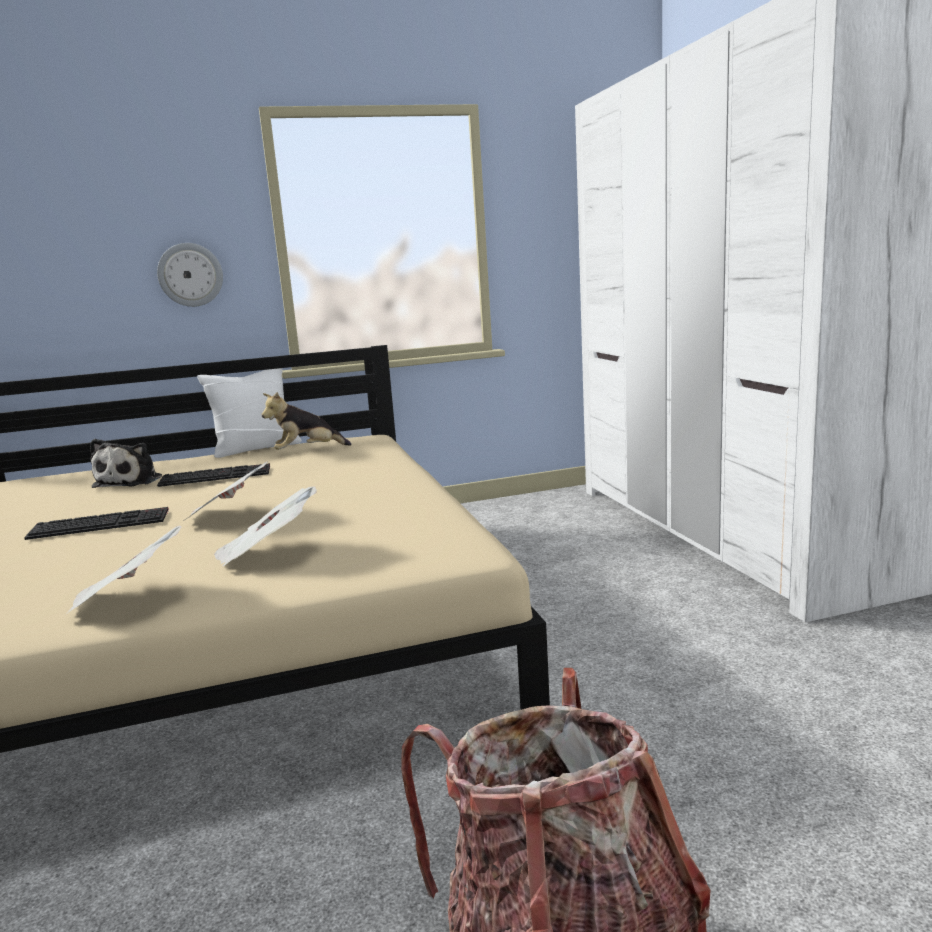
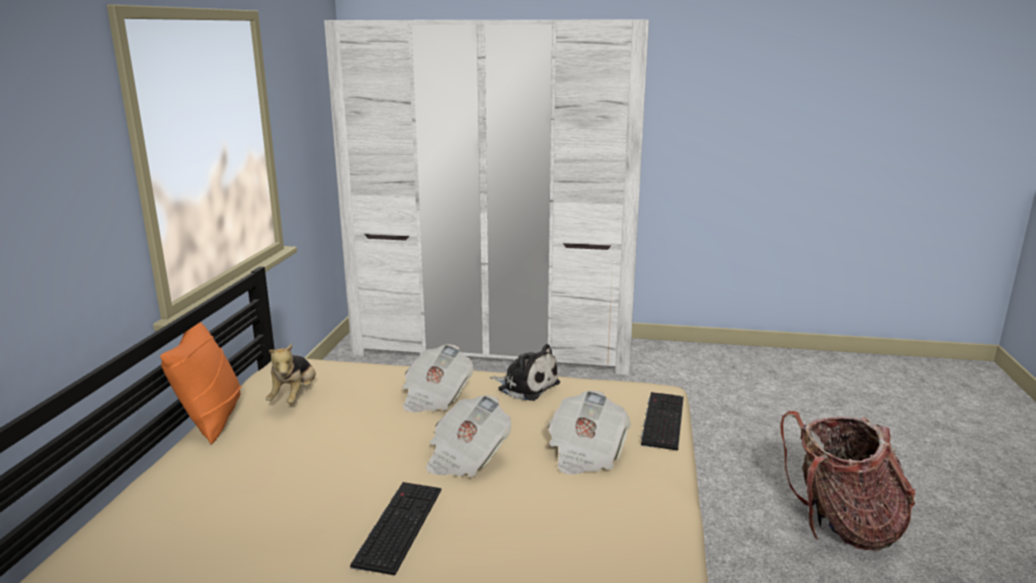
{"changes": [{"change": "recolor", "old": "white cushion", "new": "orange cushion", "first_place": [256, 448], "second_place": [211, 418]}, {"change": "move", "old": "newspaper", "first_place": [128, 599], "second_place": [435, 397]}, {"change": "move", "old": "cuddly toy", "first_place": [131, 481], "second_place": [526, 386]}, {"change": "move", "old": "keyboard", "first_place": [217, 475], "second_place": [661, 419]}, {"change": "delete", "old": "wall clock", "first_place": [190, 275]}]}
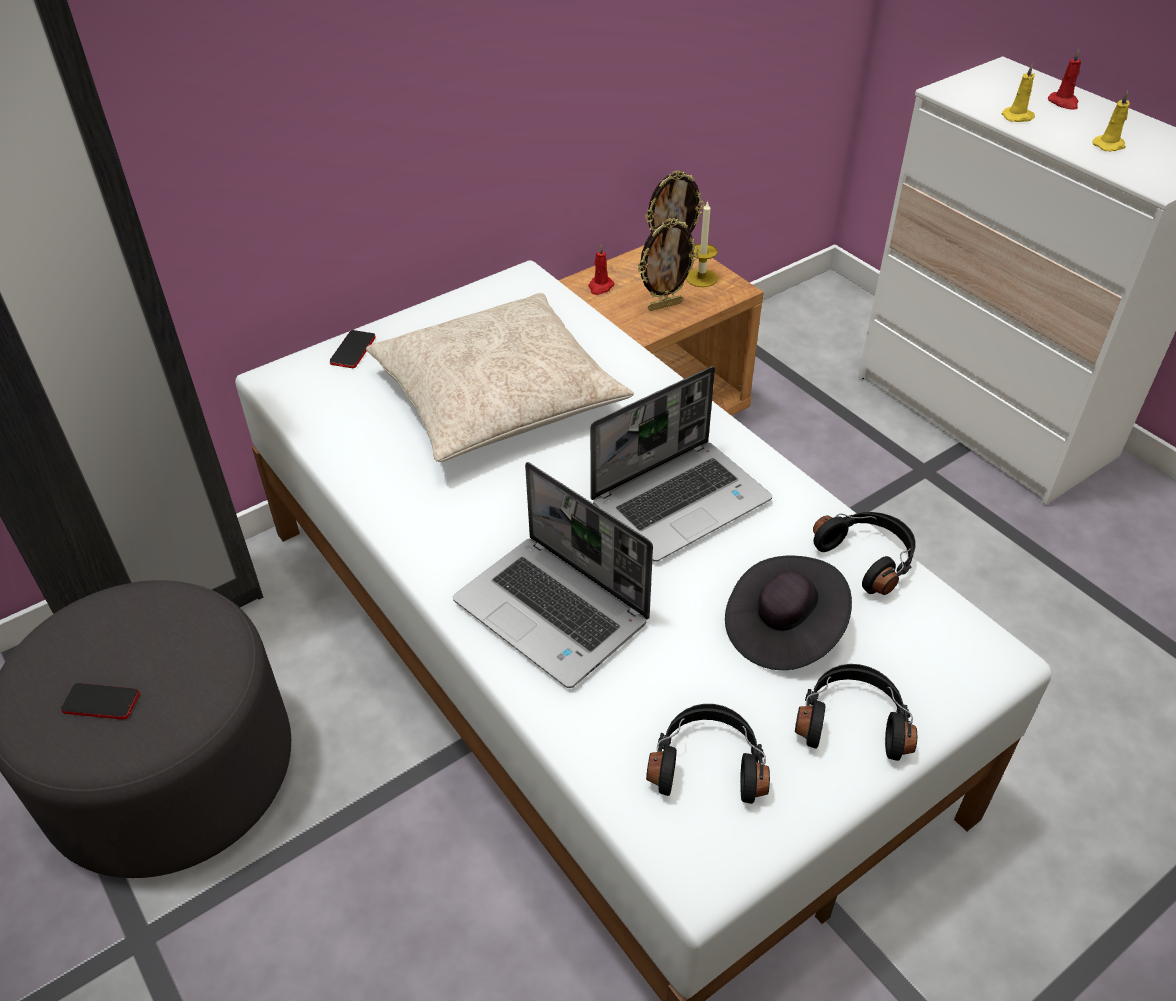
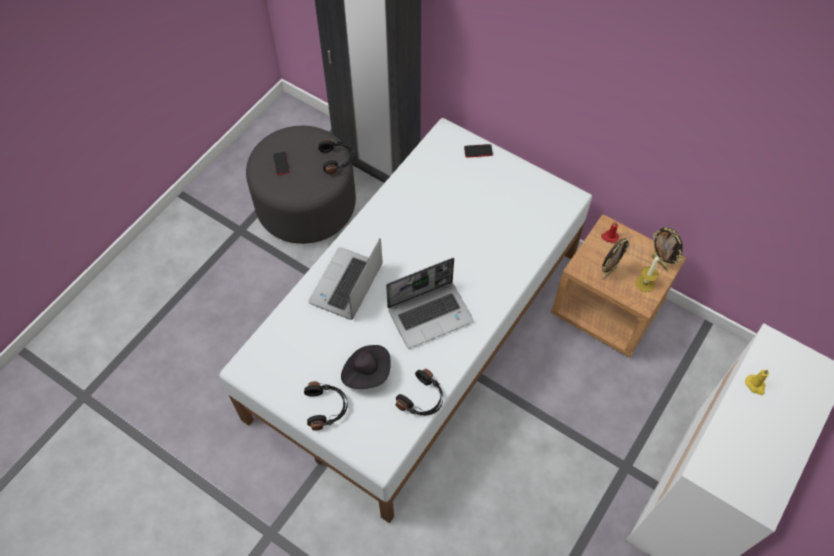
{"changes": [{"change": "move", "old": "blackish headphones", "first_place": [707, 763], "second_place": [337, 159]}, {"change": "rotate", "old": "laptop", "first_place": [681, 500], "second_place": [430, 314], "degrees": -60}, {"change": "rotate", "old": "standing frame", "first_place": [664, 305], "second_place": [608, 272], "degrees": -90}, {"change": "delete", "old": "beige-coloured cushion", "first_place": [497, 396]}, {"change": "delete", "old": "reddish wax light", "first_place": [1063, 103]}, {"change": "delete", "old": "yellow wax light", "first_place": [1109, 145]}]}
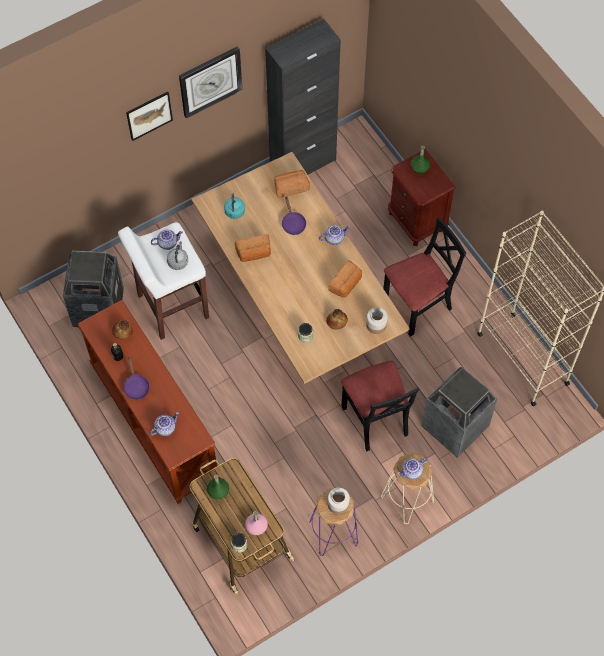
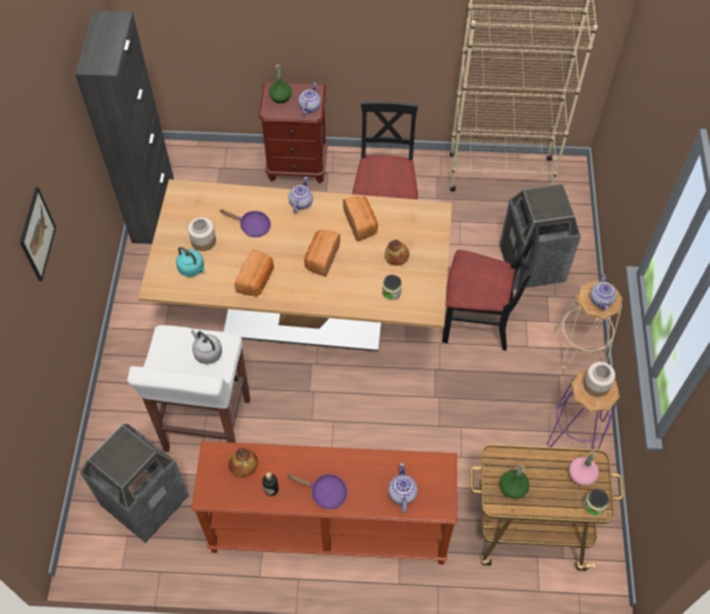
{"changes": [{"change": "move", "old": "storage jar", "first_place": [376, 325], "second_place": [203, 241]}, {"change": "move", "old": "tea pot", "first_place": [167, 243], "second_place": [309, 107]}, {"change": "move", "old": "baked bread", "first_place": [291, 187], "second_place": [321, 258]}, {"change": "delete", "old": "wall clock", "first_place": [210, 81]}]}
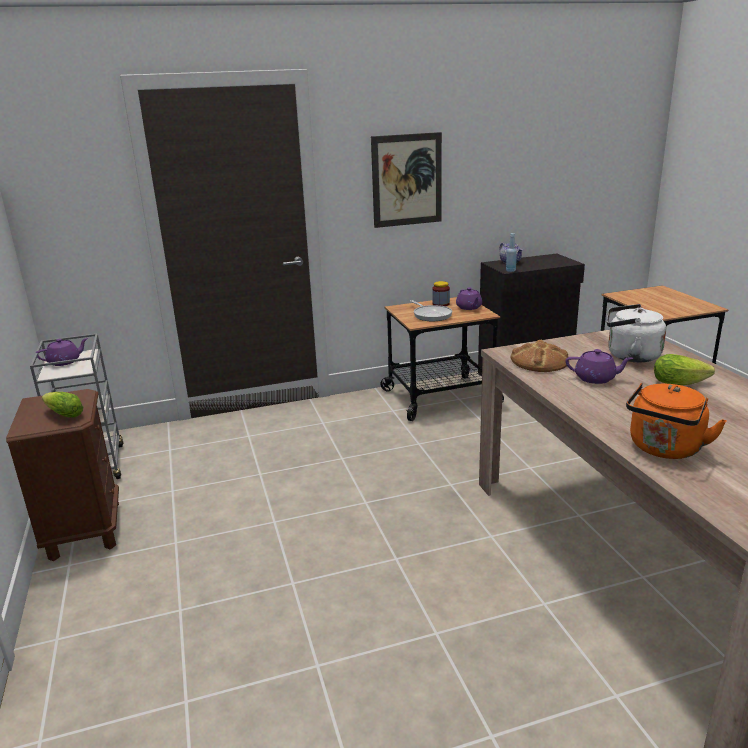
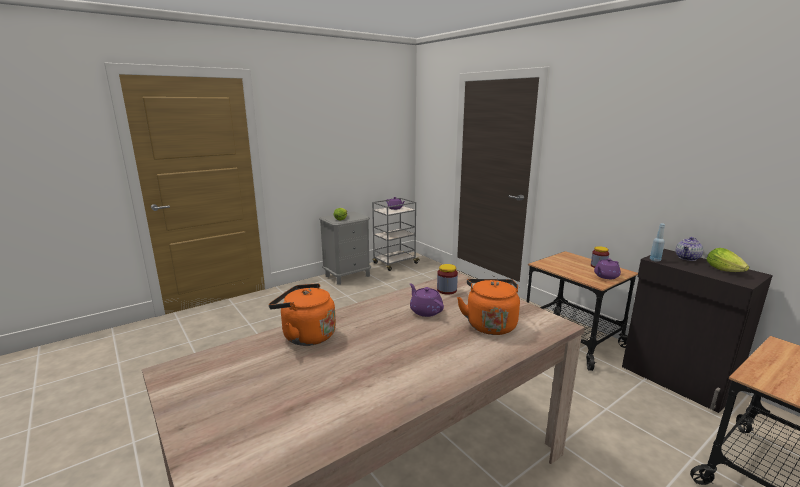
{"changes": [{"change": "recolor", "old": "brown bedside table", "new": "gray bedside table", "first_place": [84, 530], "second_place": [347, 276]}, {"change": "rotate", "old": "purple-coloured tea pot", "first_place": [596, 378], "second_place": [425, 311], "degrees": 150}, {"change": "replace", "old": "baked bread", "new": "storage jar", "first_place": [539, 361], "second_place": [446, 290]}, {"change": "recolor", "old": "white tea kettle", "new": "orange tea kettle", "first_place": [629, 356], "second_place": [490, 324]}, {"change": "move", "old": "head of lettuce", "first_place": [682, 382], "second_place": [726, 270]}, {"change": "delete", "old": "wall art", "first_place": [407, 180]}, {"change": "delete", "old": "frying pan", "first_place": [431, 315]}]}
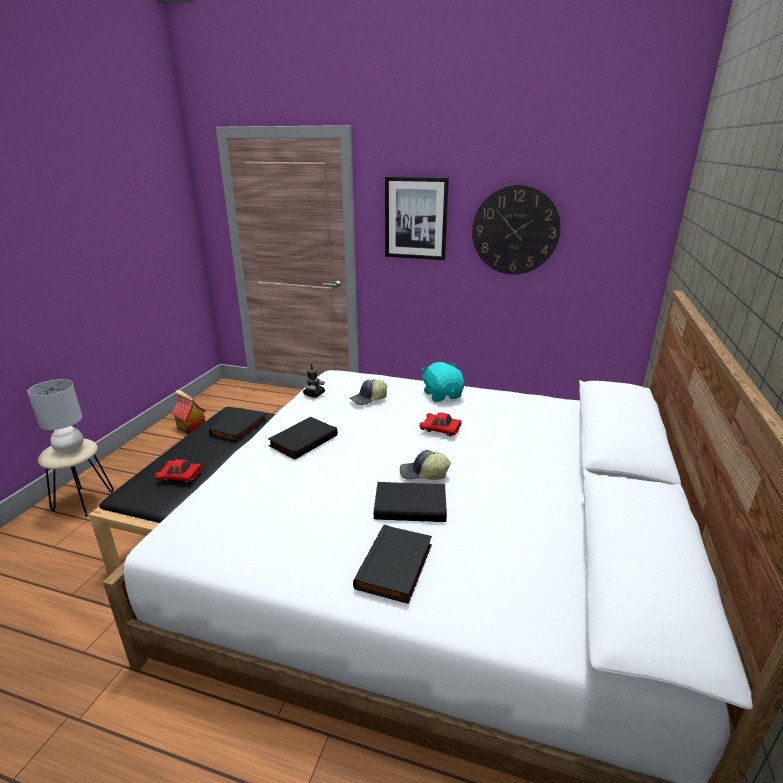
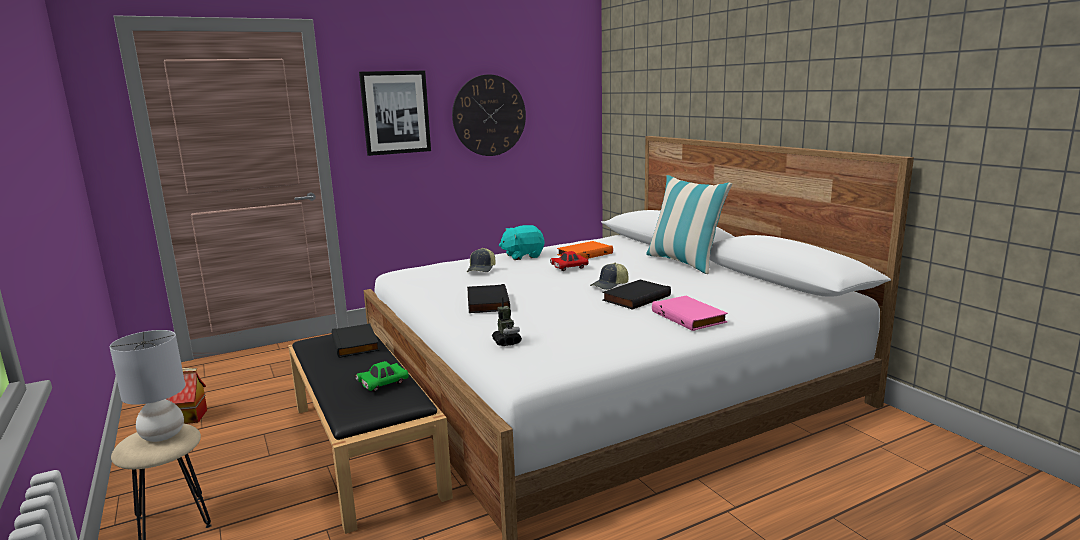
{"changes": [{"change": "recolor", "old": "reddish toy car", "new": "greenish toy car", "first_place": [180, 477], "second_place": [383, 384]}, {"change": "move", "old": "model robot", "first_place": [314, 394], "second_place": [506, 342]}, {"change": "rotate", "old": "turquoise-coloured cuddly toy", "first_place": [442, 395], "second_place": [522, 256], "degrees": -45}, {"change": "insert", "new": "orange book", "second_place": [584, 254]}, {"change": "insert", "new": "cushion", "second_place": [684, 262]}, {"change": "recolor", "old": "blackish book", "new": "pink-coloured book", "first_place": [396, 567], "second_place": [690, 317]}]}
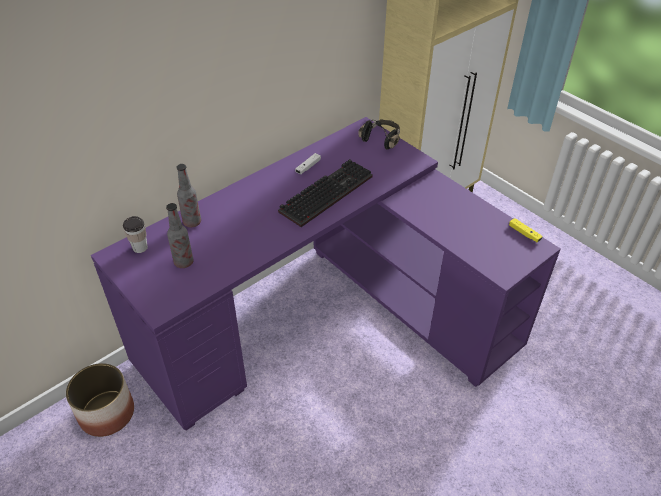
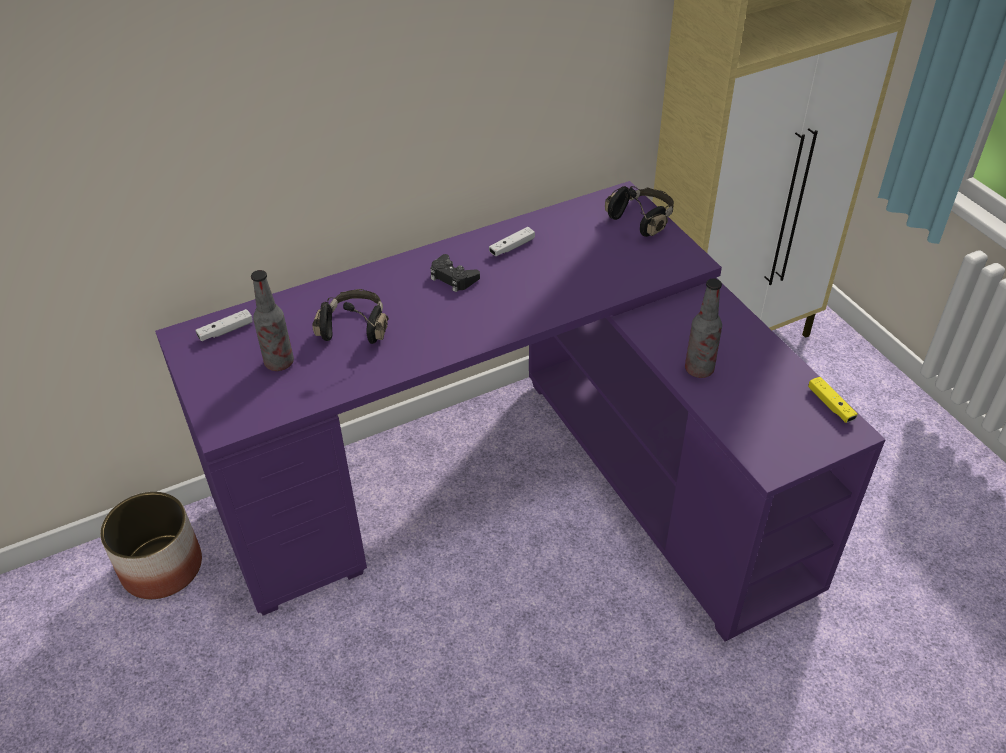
{"changes": [{"change": "replace", "old": "drinking cup", "new": "white joypad", "first_place": [140, 247], "second_place": [226, 331]}, {"change": "insert", "new": "blackish headphones", "second_place": [355, 327]}, {"change": "insert", "new": "blackish joypad", "second_place": [453, 278]}, {"change": "move", "old": "drink bottle", "first_place": [192, 222], "second_place": [699, 369]}, {"change": "delete", "old": "keyboard", "first_place": [326, 192]}]}
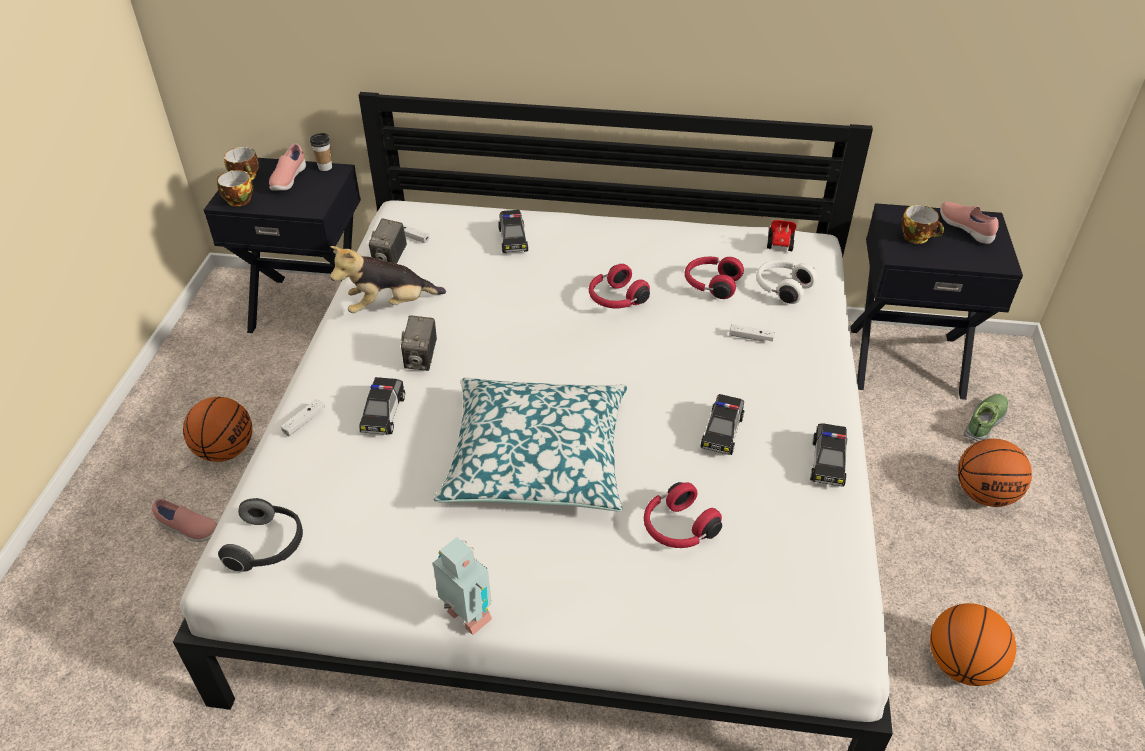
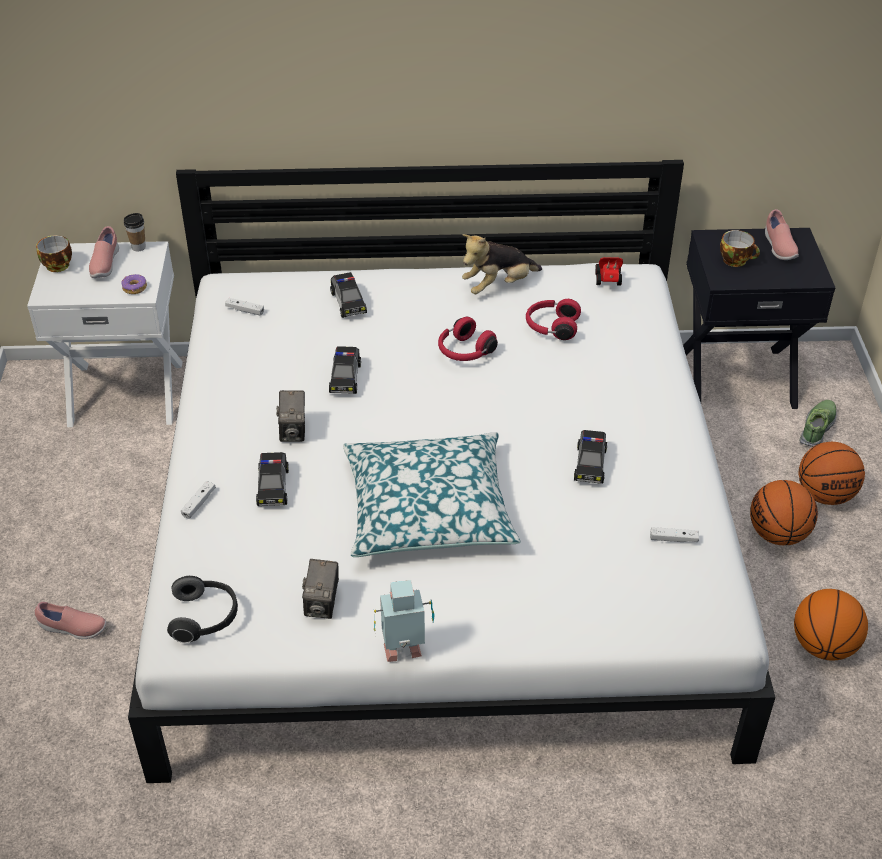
{"changes": [{"change": "recolor", "old": "blackish bedside table", "new": "white bedside table", "first_place": [311, 306], "second_place": [126, 392]}, {"change": "insert", "new": "ring doughnut", "second_place": [134, 288]}, {"change": "move", "old": "still camera", "first_place": [390, 260], "second_place": [322, 604]}, {"change": "move", "old": "toy car", "first_place": [827, 462], "second_place": [345, 378]}, {"change": "rotate", "old": "model robot", "first_place": [467, 619], "second_place": [404, 653], "degrees": -45}, {"change": "move", "old": "cuddly toy", "first_place": [389, 306], "second_place": [498, 286]}, {"change": "move", "old": "white joypad", "first_place": [751, 337], "second_place": [673, 539]}, {"change": "move", "old": "basketball", "first_place": [225, 451], "second_place": [777, 534]}, {"change": "rotate", "old": "pink-coloured low shoe", "first_place": [965, 229], "second_place": [778, 247], "degrees": -150}, {"change": "delete", "old": "drinking cup", "first_place": [237, 200]}, {"change": "delete", "old": "reddish headphones", "first_place": [677, 528]}, {"change": "delete", "old": "white headphones", "first_place": [782, 288]}]}
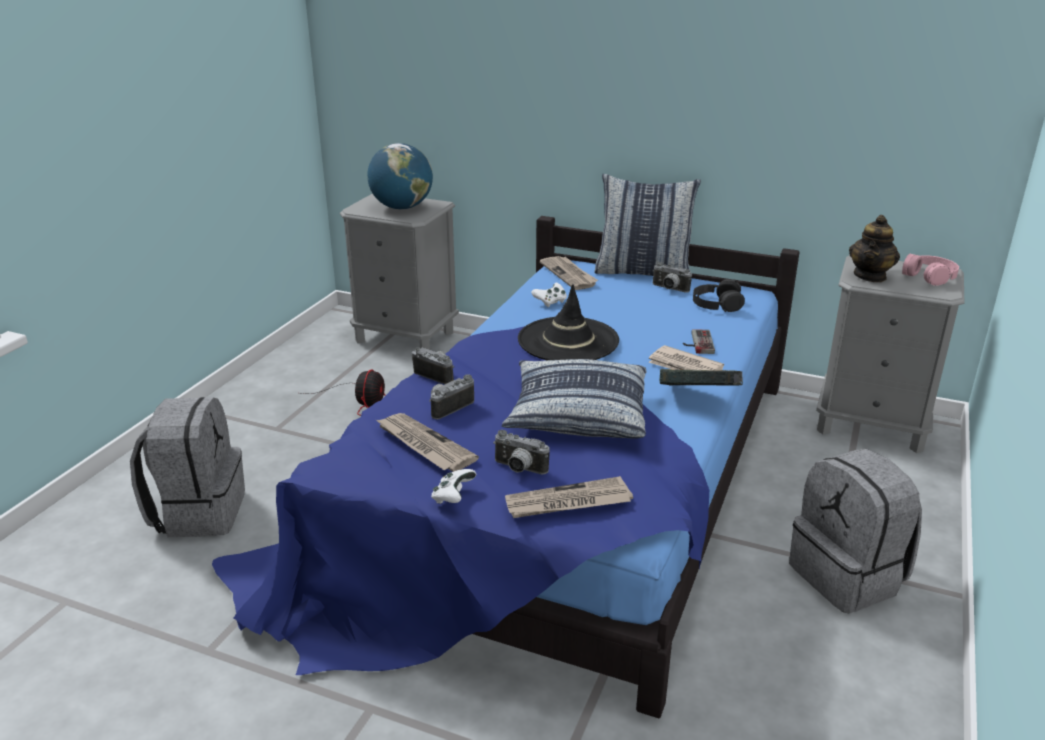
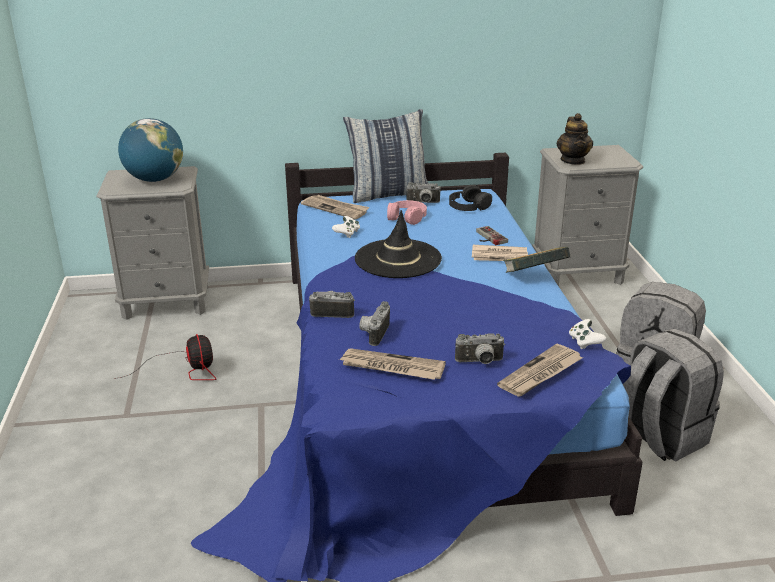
{"changes": [{"change": "move", "old": "pink-coloured headphones", "first_place": [929, 276], "second_place": [407, 217]}, {"change": "move", "old": "white joypad", "first_place": [453, 497], "second_place": [585, 342]}, {"change": "move", "old": "gray backpack", "first_place": [198, 512], "second_place": [659, 436]}, {"change": "delete", "old": "cushion", "first_place": [577, 413]}]}
